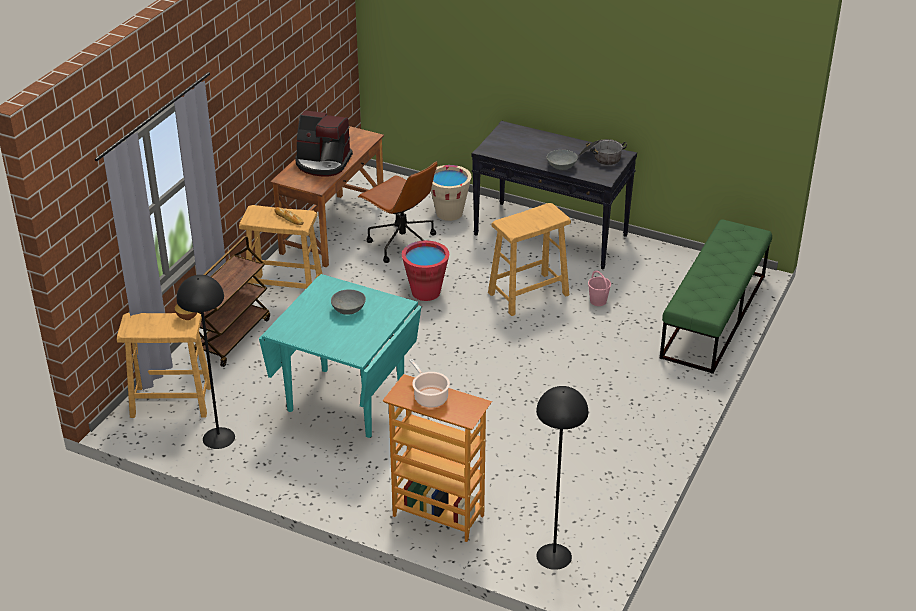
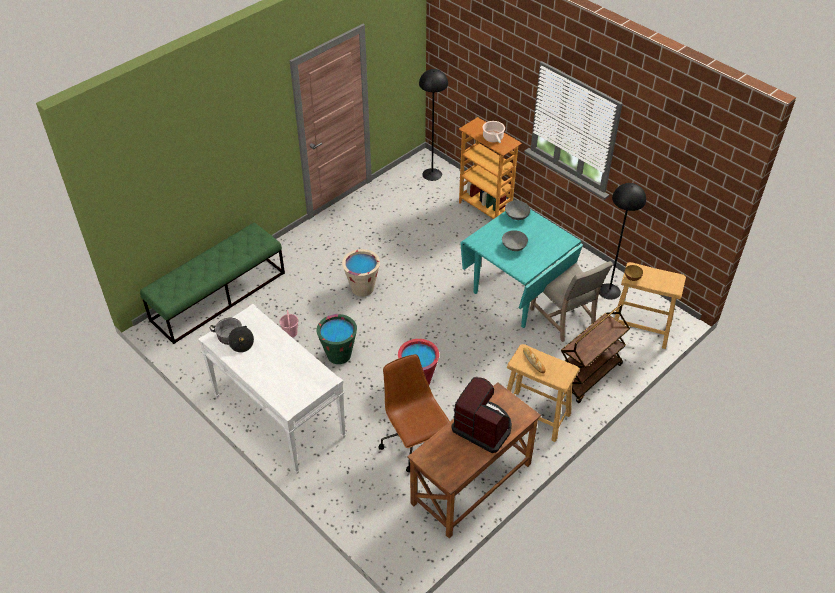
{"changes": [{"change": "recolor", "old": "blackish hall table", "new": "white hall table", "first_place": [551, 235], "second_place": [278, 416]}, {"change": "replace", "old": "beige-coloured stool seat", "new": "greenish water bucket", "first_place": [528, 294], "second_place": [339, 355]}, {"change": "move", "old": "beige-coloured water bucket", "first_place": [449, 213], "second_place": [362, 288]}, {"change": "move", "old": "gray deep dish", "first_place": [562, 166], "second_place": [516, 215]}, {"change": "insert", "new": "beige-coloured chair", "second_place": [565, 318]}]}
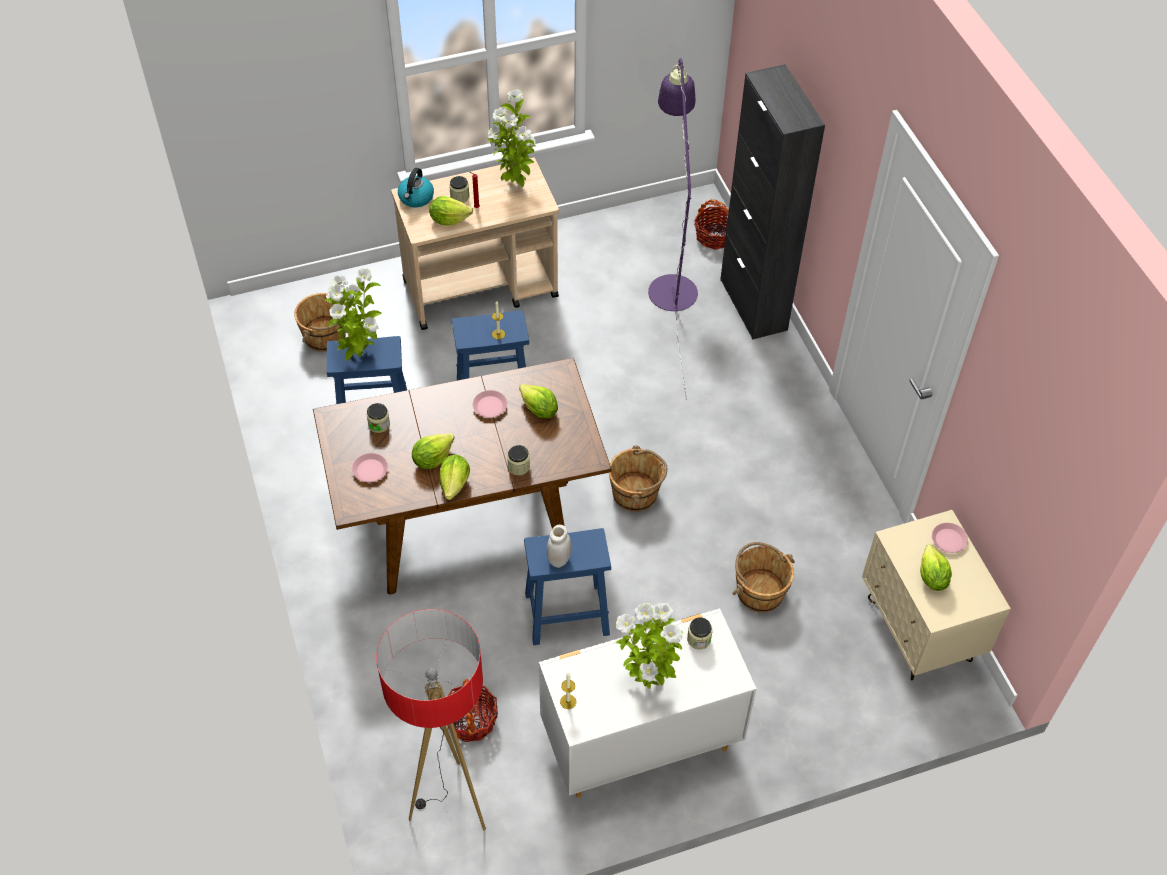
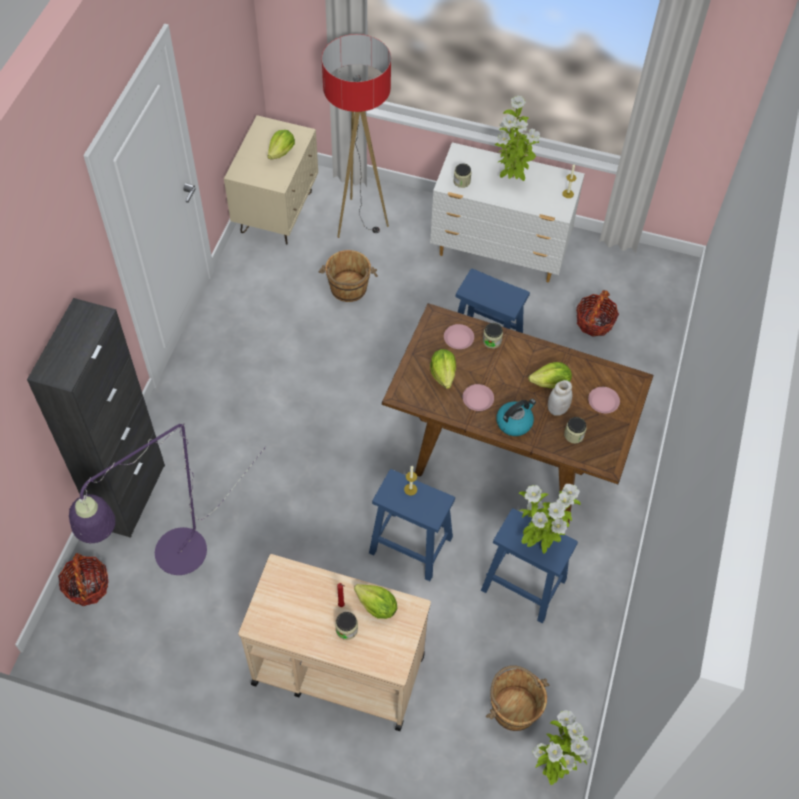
{"changes": [{"change": "move", "old": "standard lamp", "first_place": [450, 804], "second_place": [359, 221]}, {"change": "move", "old": "pink-coloured dinner plate", "first_place": [948, 540], "second_place": [458, 339]}, {"change": "move", "old": "tea kettle", "first_place": [416, 198], "second_place": [514, 422]}, {"change": "move", "old": "potted plant", "first_place": [515, 183], "second_place": [552, 767]}, {"change": "move", "old": "white storage jar", "first_place": [559, 559], "second_place": [557, 409]}, {"change": "delete", "old": "head of lettuce", "first_place": [454, 484]}, {"change": "delete", "old": "brown water bucket", "first_place": [636, 493]}]}
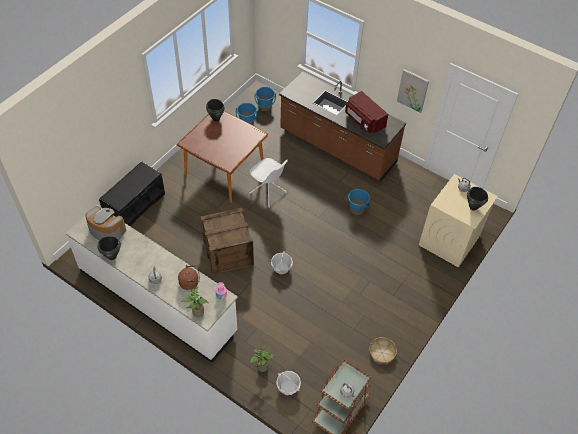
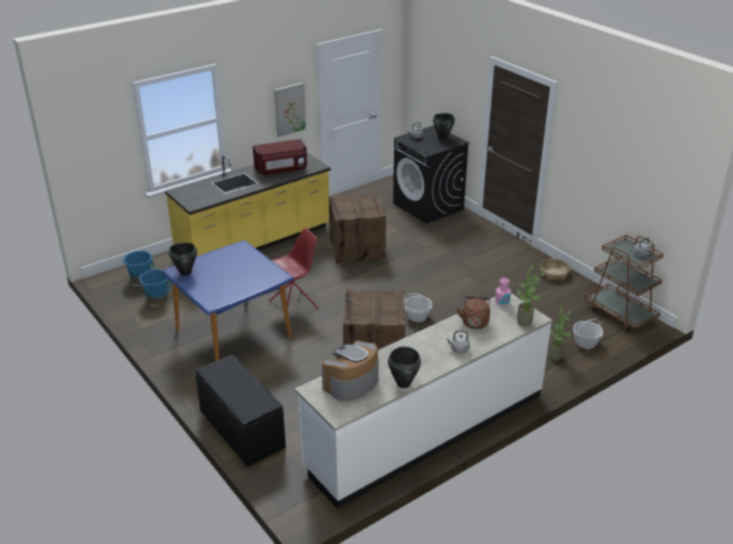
{"changes": [{"change": "recolor", "old": "brown dinner table", "new": "bluish dinner table", "first_place": [225, 172], "second_place": [234, 333]}, {"change": "recolor", "old": "brown kitchen base unit", "new": "yellow kitchen base unit", "first_place": [337, 147], "second_place": [255, 242]}, {"change": "recolor", "old": "white chair", "new": "reddish chair", "first_place": [268, 193], "second_place": [294, 304]}, {"change": "replace", "old": "bluish water bucket", "new": "crate", "first_place": [357, 209], "second_place": [357, 248]}, {"change": "recolor", "old": "beige-coloured washing machine", "new": "blackish washing machine", "first_place": [449, 241], "second_place": [428, 206]}]}
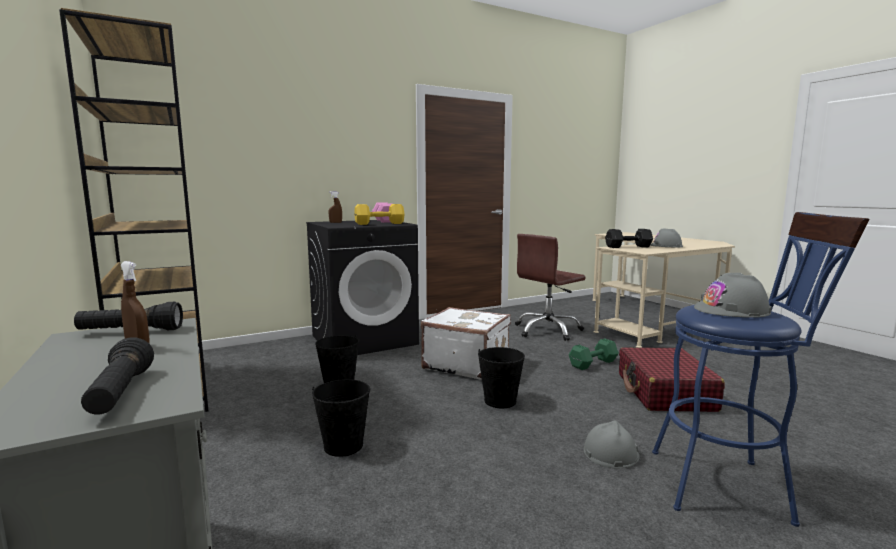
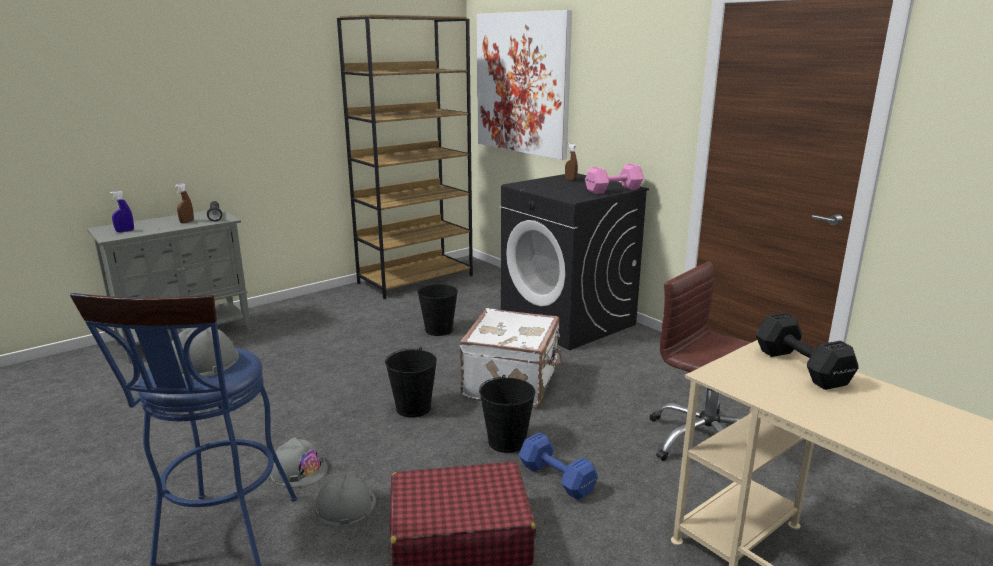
{"changes": [{"change": "replace", "old": "blackish flashlight", "new": "bluish hand sprayer", "first_place": [120, 394], "second_place": [125, 231]}, {"change": "move", "old": "gray work helmet", "first_place": [665, 246], "second_place": [345, 506]}, {"change": "insert", "new": "wall art", "second_place": [522, 83]}, {"change": "move", "old": "blackish water bucket", "first_place": [343, 445], "second_place": [507, 441]}, {"change": "recolor", "old": "greenish free weight", "new": "bluish free weight", "first_place": [594, 363], "second_place": [557, 479]}, {"change": "delete", "old": "yellow free weight", "first_place": [380, 224]}]}
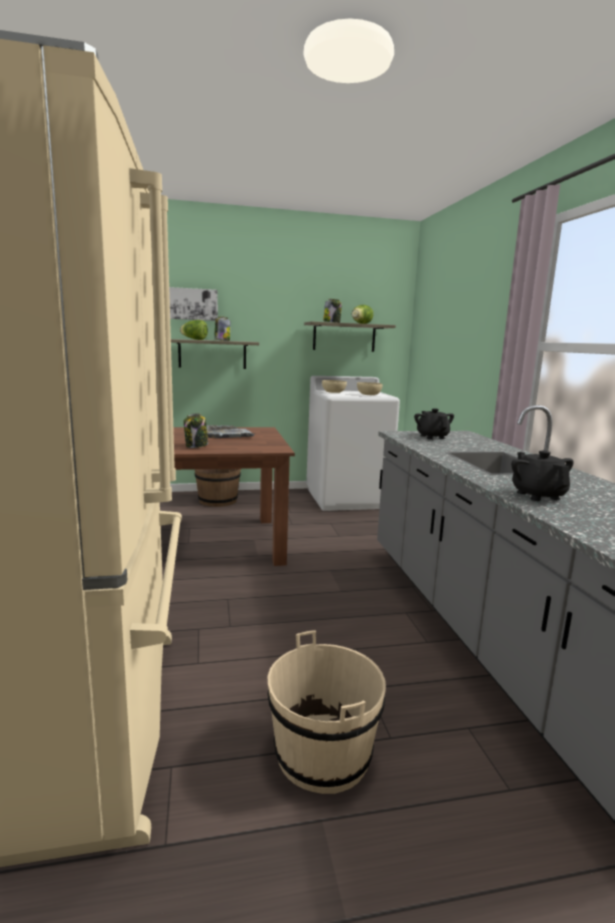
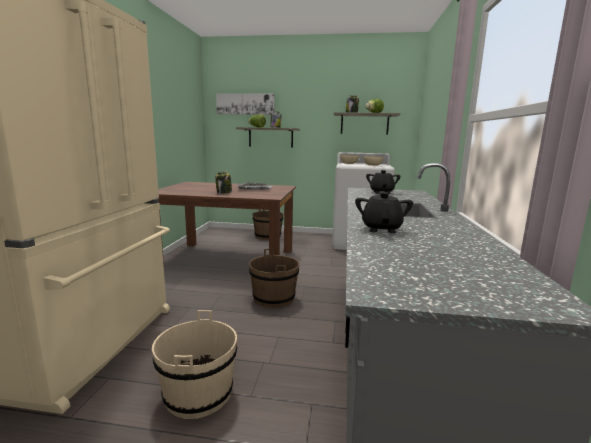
{"changes": [{"change": "insert", "new": "brown water bucket", "second_place": [274, 298]}]}
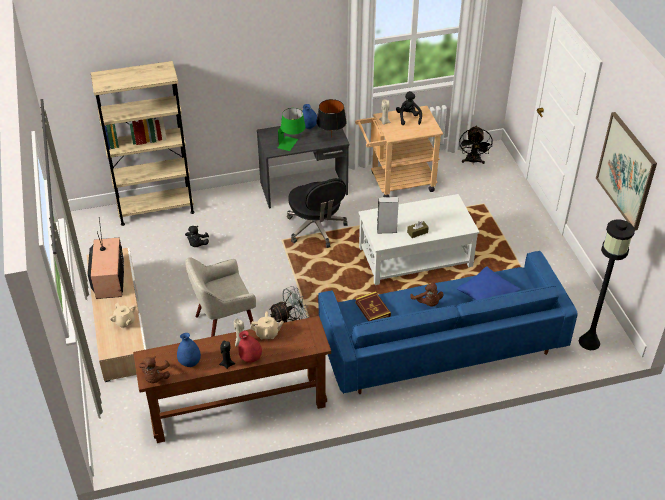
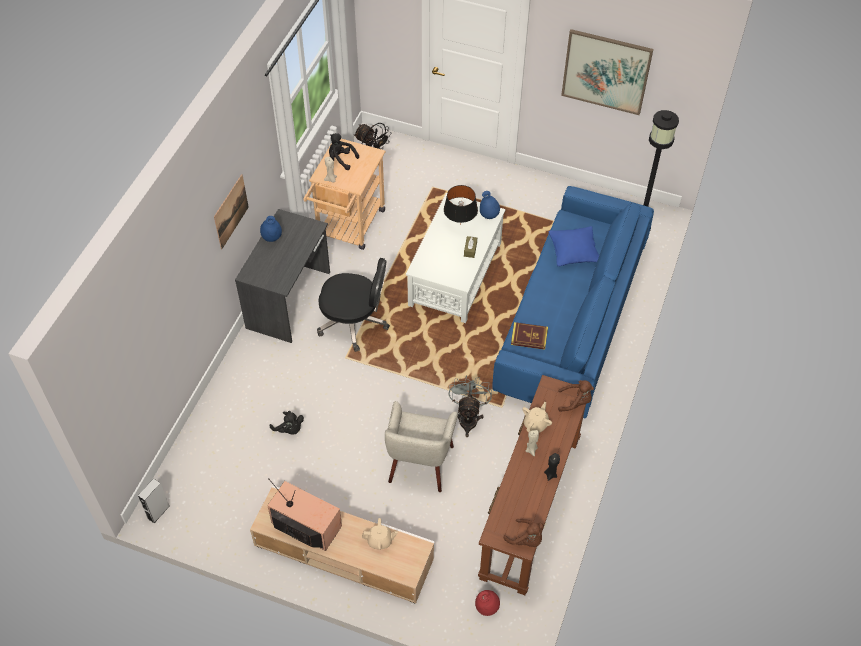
{"changes": [{"change": "move", "old": "gray loudspeaker", "first_place": [386, 230], "second_place": [158, 512]}, {"change": "insert", "new": "wall art", "second_place": [231, 211]}, {"change": "move", "old": "blackish lamp for a table", "first_place": [331, 137], "second_place": [460, 224]}, {"change": "move", "old": "reddish vase", "first_place": [250, 358], "second_place": [486, 607]}, {"change": "move", "old": "bluish vase", "first_place": [190, 362], "second_place": [489, 215]}, {"change": "move", "old": "brown cuddly toy", "first_place": [427, 303], "second_place": [575, 402]}, {"change": "delete", "old": "beige-coloured bookcase", "first_place": [156, 209]}, {"change": "delete", "old": "greenish lamp for a table", "first_place": [292, 144]}]}
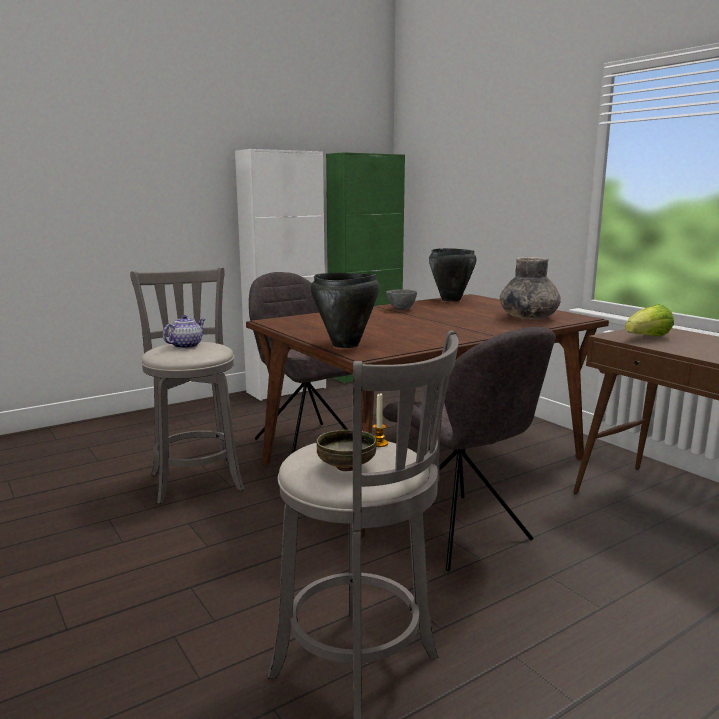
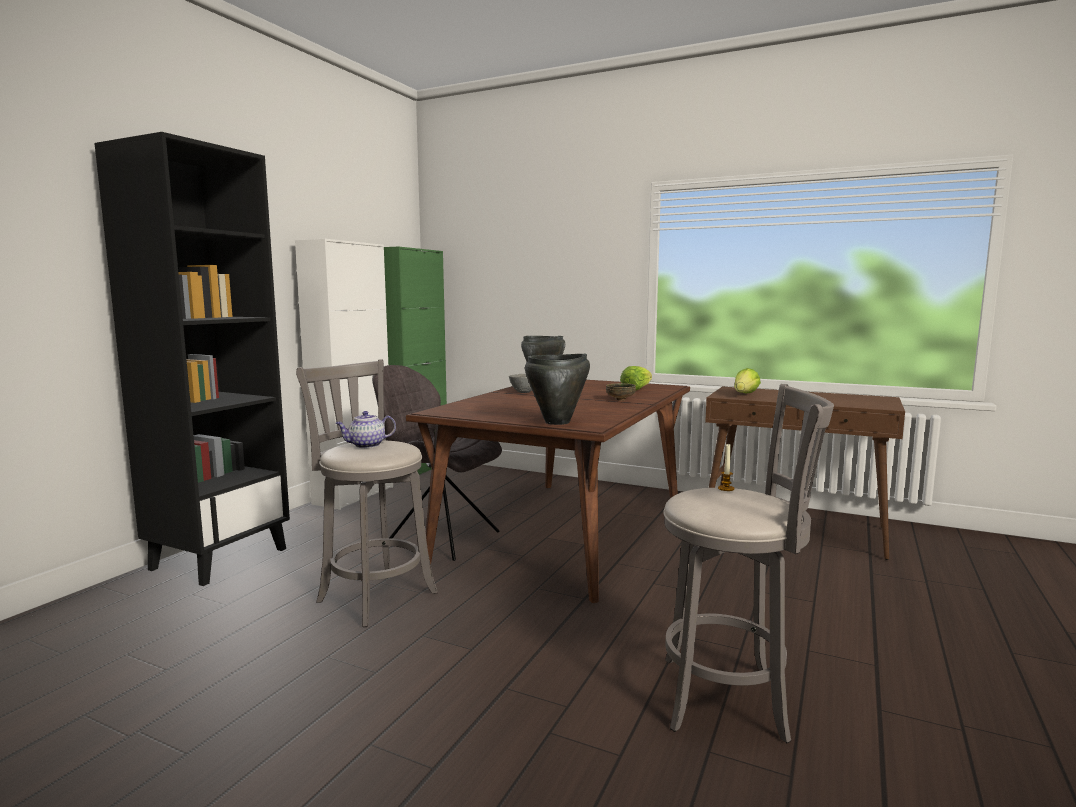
{"changes": [{"change": "insert", "new": "blackish bookcase", "second_place": [219, 558]}, {"change": "rotate", "old": "tea pot", "first_place": [186, 346], "second_place": [366, 445], "degrees": -120}, {"change": "move", "old": "deep dish", "first_place": [346, 467], "second_place": [620, 399]}, {"change": "replace", "old": "gray vase", "new": "head of lettuce", "first_place": [528, 317], "second_place": [636, 389]}, {"change": "delete", "old": "gray chair", "first_place": [459, 533]}]}
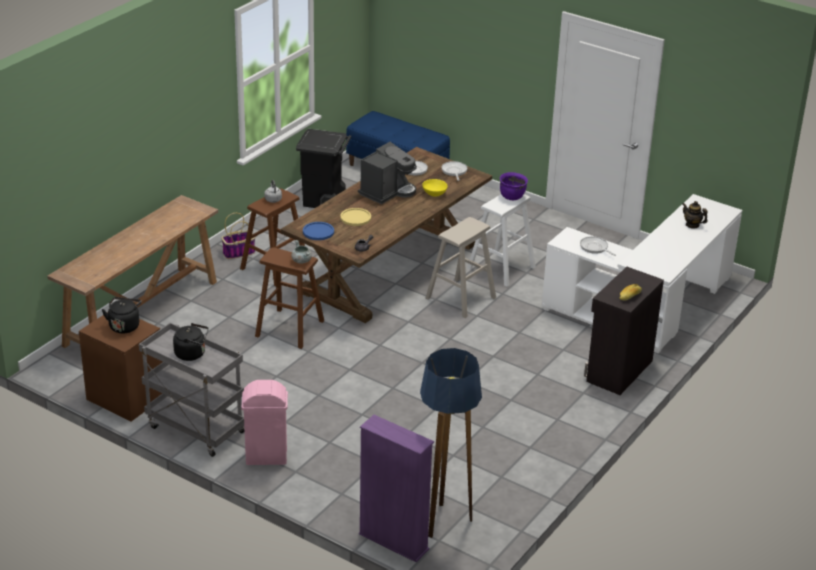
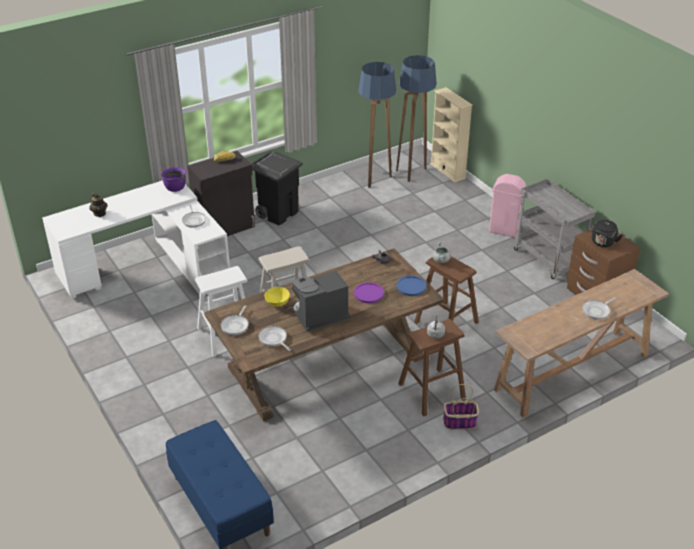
{"changes": [{"change": "move", "old": "purple-coloured cooking pot", "first_place": [512, 197], "second_place": [175, 188]}, {"change": "move", "old": "blackish rubbish bin", "first_place": [323, 201], "second_place": [278, 213]}, {"change": "recolor", "old": "yellow dinner plate", "new": "purple-coloured dinner plate", "first_place": [355, 218], "second_place": [368, 293]}, {"change": "insert", "new": "standard lamp", "second_place": [375, 180]}, {"change": "recolor", "old": "purple-coloured bookcase", "new": "beige-coloured bookcase", "first_place": [393, 542], "second_place": [447, 171]}, {"change": "insert", "new": "frying pan", "second_place": [597, 311]}, {"change": "delete", "old": "blackish tea kettle", "first_place": [192, 354]}]}
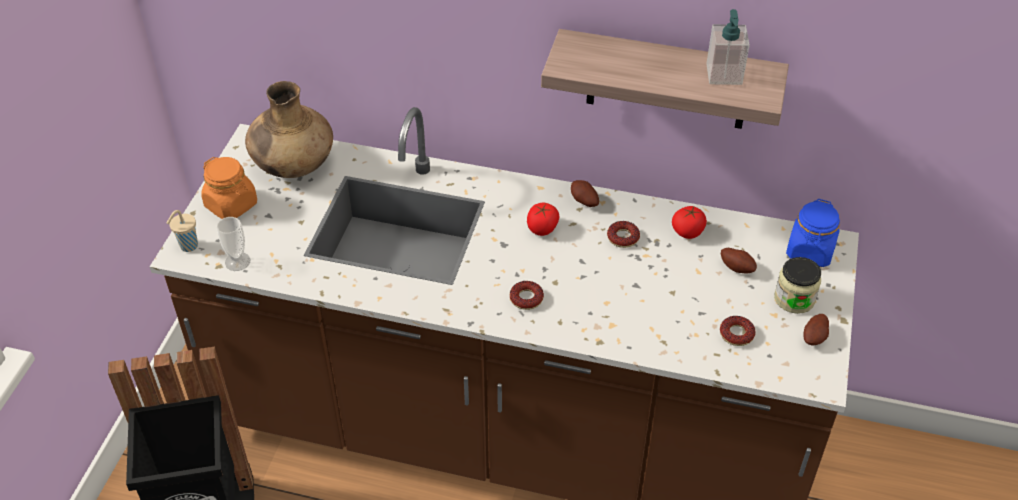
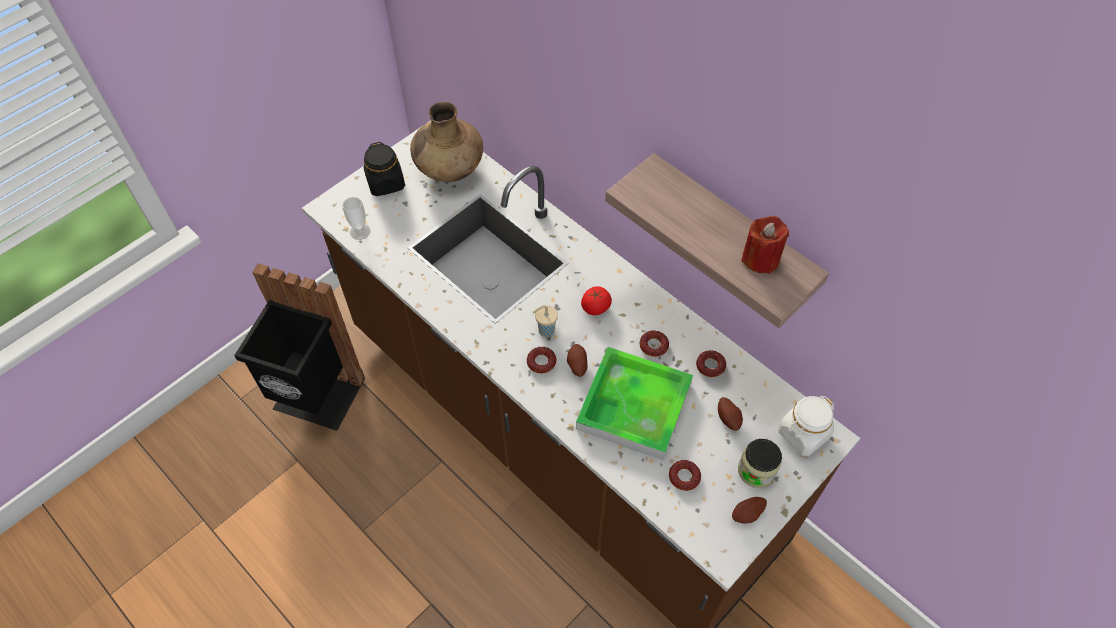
{"changes": [{"change": "recolor", "old": "orange storage jar", "new": "blackish storage jar", "first_place": [231, 205], "second_place": [386, 183]}, {"change": "move", "old": "beige-coloured drinking cup", "first_place": [188, 246], "second_place": [545, 331]}, {"change": "move", "old": "whole potato", "first_place": [583, 201], "second_place": [576, 365]}, {"change": "insert", "new": "carrying tray", "second_place": [634, 406]}, {"change": "replace", "old": "tomato", "new": "ring doughnut", "first_place": [687, 232], "second_place": [710, 366]}, {"change": "replace", "old": "soap dispenser", "new": "reddish wax light", "first_place": [724, 74], "second_place": [760, 258]}, {"change": "recolor", "old": "bluish storage jar", "new": "white storage jar", "first_place": [810, 251], "second_place": [803, 434]}]}
